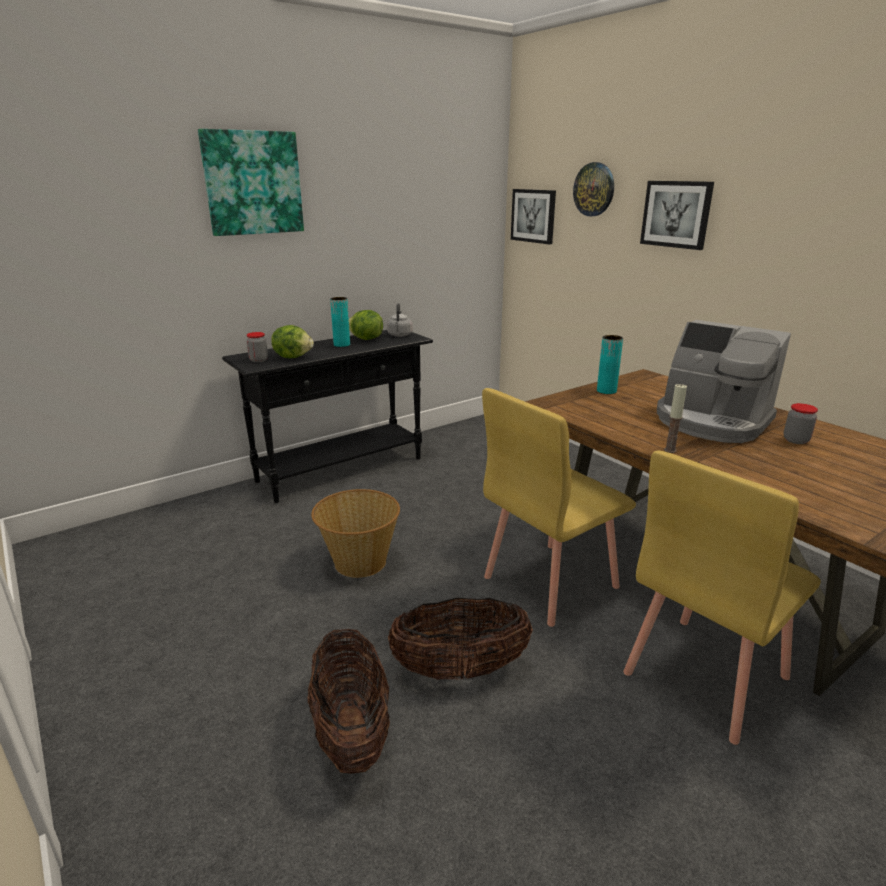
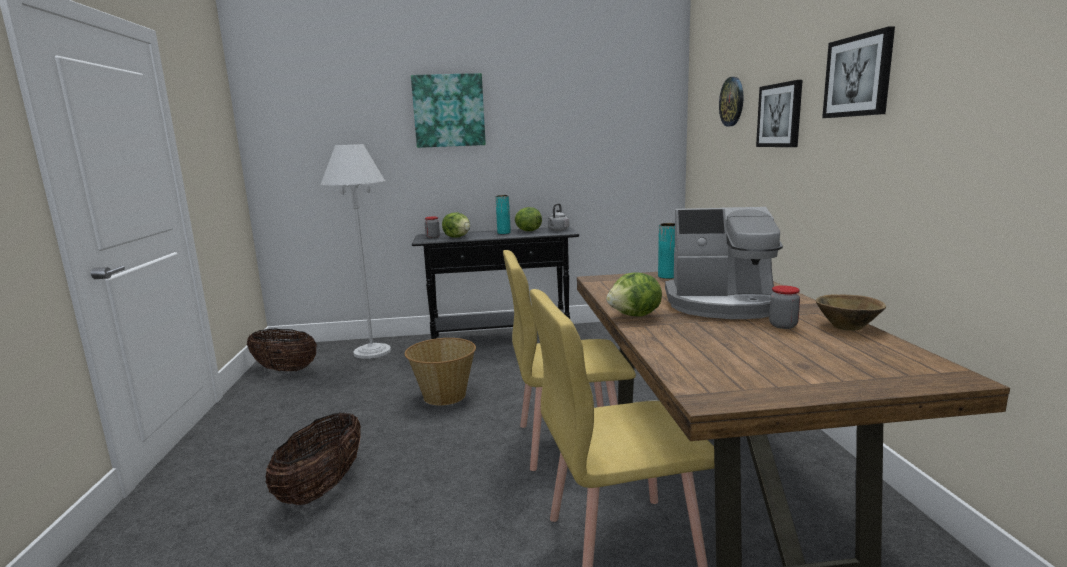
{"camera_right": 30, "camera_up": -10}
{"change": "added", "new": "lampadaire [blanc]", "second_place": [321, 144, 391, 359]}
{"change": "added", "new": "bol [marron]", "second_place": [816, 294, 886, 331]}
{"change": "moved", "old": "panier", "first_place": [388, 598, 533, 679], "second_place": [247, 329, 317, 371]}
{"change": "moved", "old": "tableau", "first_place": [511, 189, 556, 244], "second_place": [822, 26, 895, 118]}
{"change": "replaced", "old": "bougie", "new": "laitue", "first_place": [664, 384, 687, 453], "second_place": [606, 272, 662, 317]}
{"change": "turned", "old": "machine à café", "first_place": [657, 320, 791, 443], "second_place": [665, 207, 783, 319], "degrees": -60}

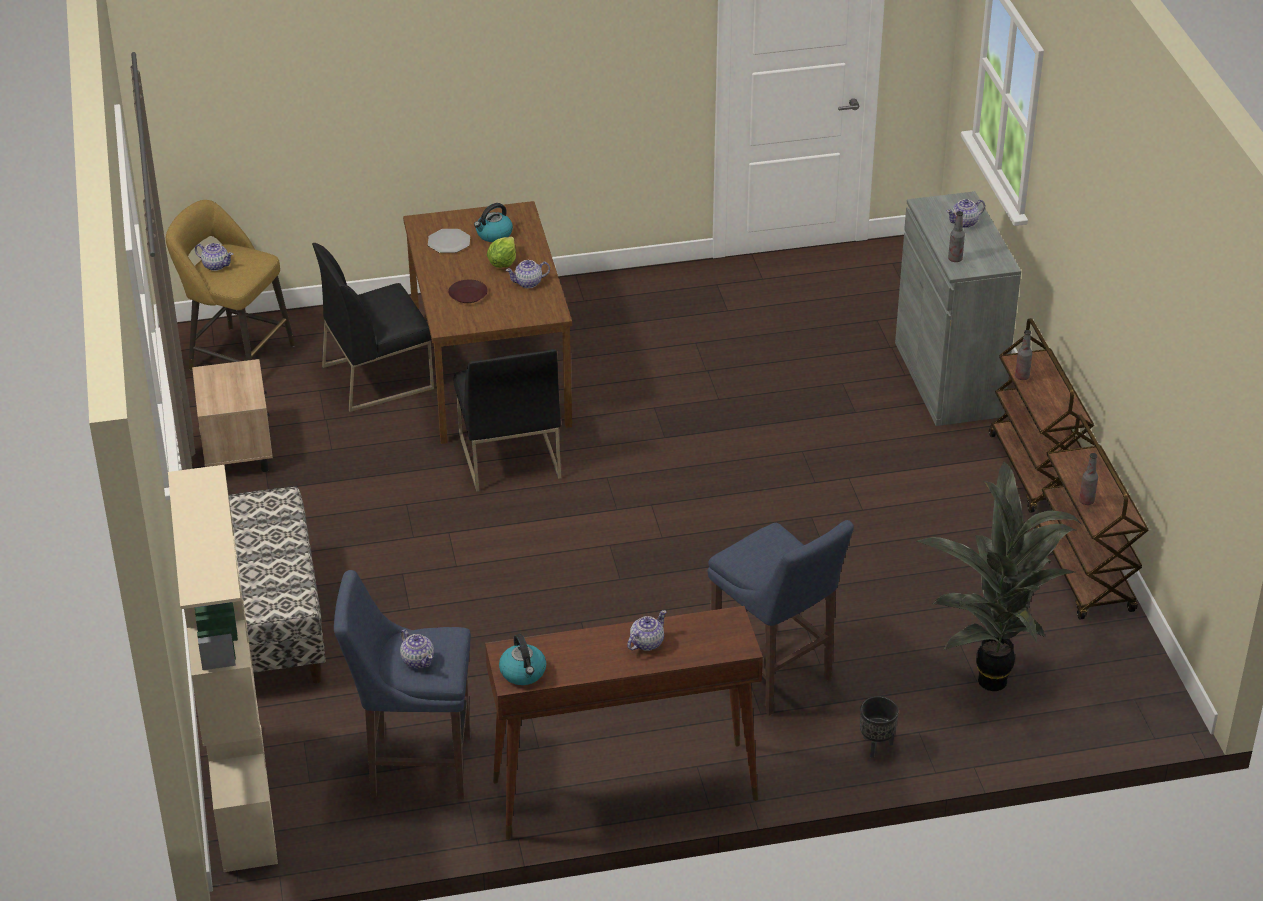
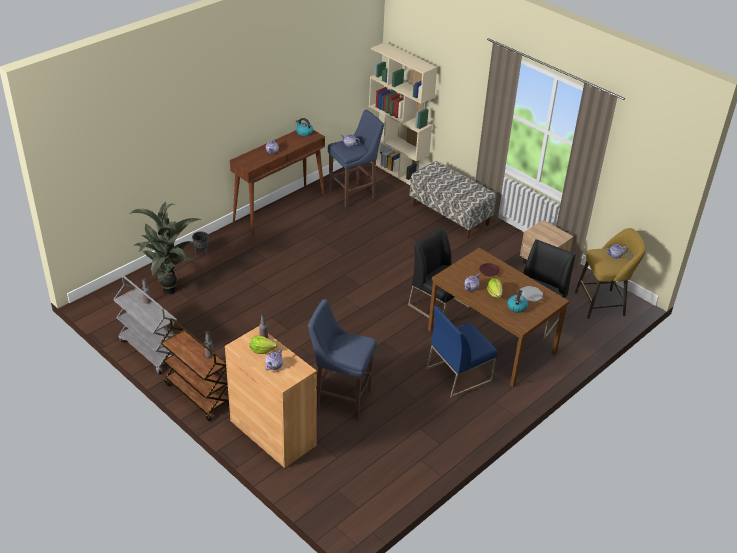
{"camera_right": 145, "camera_up": 0}
{"change": "added", "new": "laitue", "second_place": [250, 335, 277, 354]}
{"change": "added", "new": "chaise [bleu]", "second_place": [426, 306, 498, 398]}
{"change": "moved", "old": "tabouret [bleu]", "first_place": [708, 520, 854, 716], "second_place": [308, 299, 377, 419]}
{"change": "recoloured", "old": "meuble de rangement [gris]", "new": "meuble de rangement [marron]", "first_place": [895, 191, 1021, 426], "second_place": [225, 326, 317, 468]}
{"change": "recoloured", "old": "chariot [marron]", "new": "chariot [gris]", "first_place": [1034, 415, 1149, 620], "second_place": [113, 276, 177, 375]}

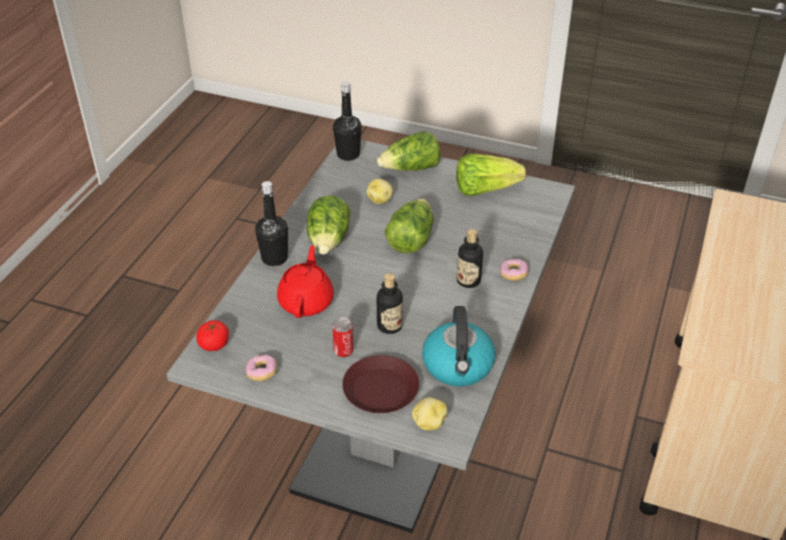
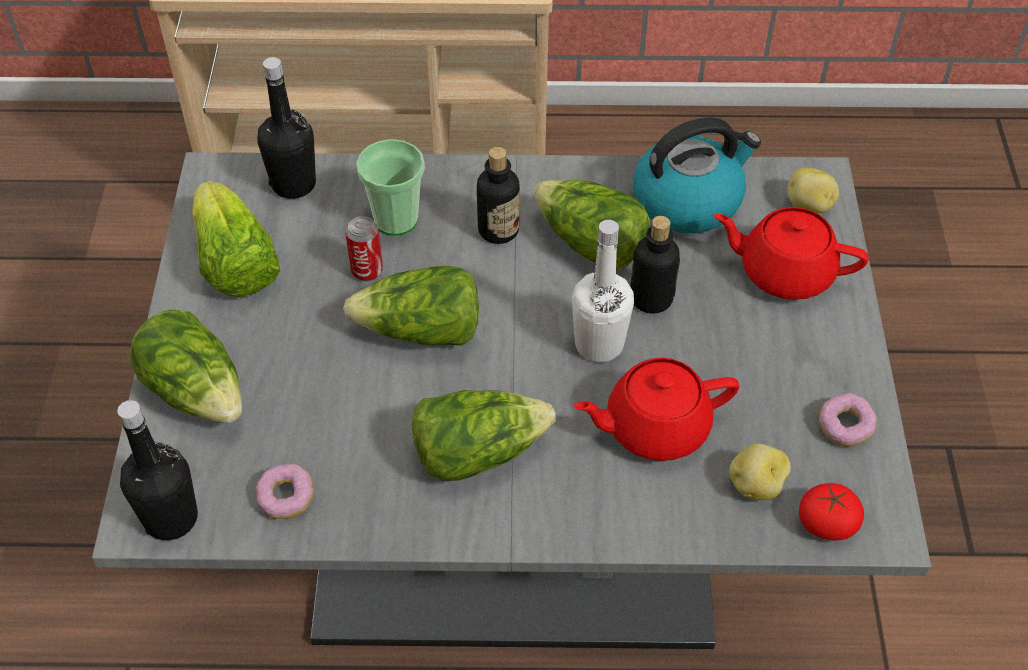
{"camera_right": -110, "camera_up": 10}
{"change": "added", "new": "tasse", "second_place": [356, 139, 425, 236]}
{"change": "added", "new": "laitue", "second_place": [533, 180, 651, 270]}
{"change": "added", "new": "bouteille [blanc]", "second_place": [572, 220, 634, 362]}
{"change": "moved", "old": "bouteille [noir]", "first_place": [255, 181, 288, 266], "second_place": [257, 57, 316, 199]}
{"change": "moved", "old": "boîte métallique", "first_place": [332, 317, 353, 358], "second_place": [345, 216, 383, 281]}
{"change": "moved", "old": "pomme de terre", "first_place": [366, 179, 393, 204], "second_place": [729, 444, 791, 500]}
{"change": "moved", "old": "beignet", "first_place": [500, 259, 528, 281], "second_place": [256, 464, 314, 519]}
{"change": "replaced", "old": "assiette [marron]", "new": "théière [rouge]", "first_place": [342, 355, 419, 413], "second_place": [713, 207, 869, 300]}

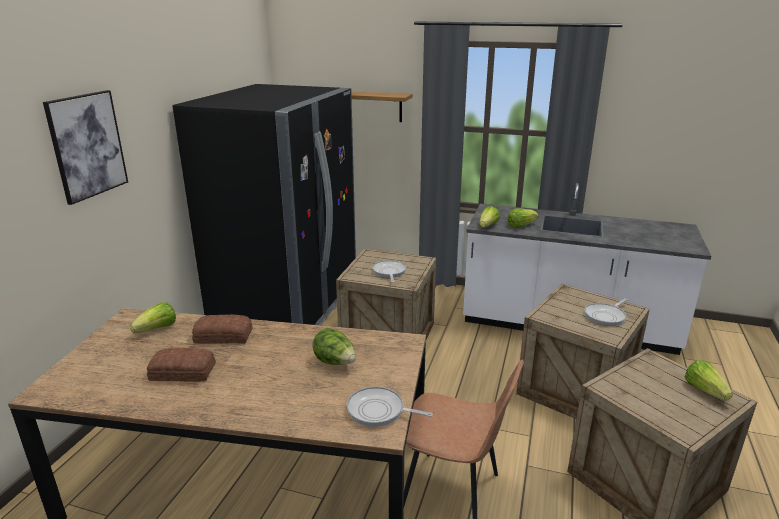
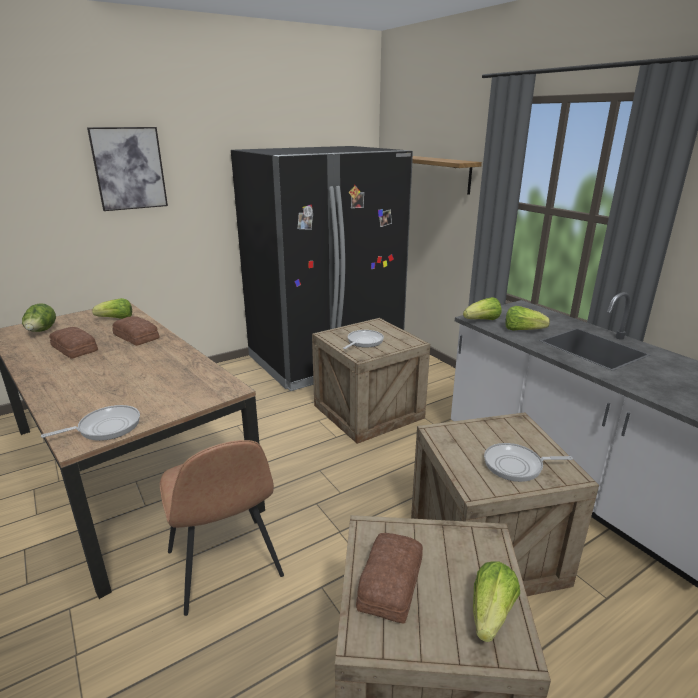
{"camera_right": 40, "camera_up": 0}
{"change": "added", "new": "pain", "second_place": [356, 533, 423, 623]}
{"change": "moved", "old": "laitue", "first_place": [313, 328, 356, 365], "second_place": [22, 303, 56, 332]}
{"change": "turned", "old": "poêle", "first_place": [347, 386, 433, 427], "second_place": [41, 405, 140, 441], "degrees": 90}

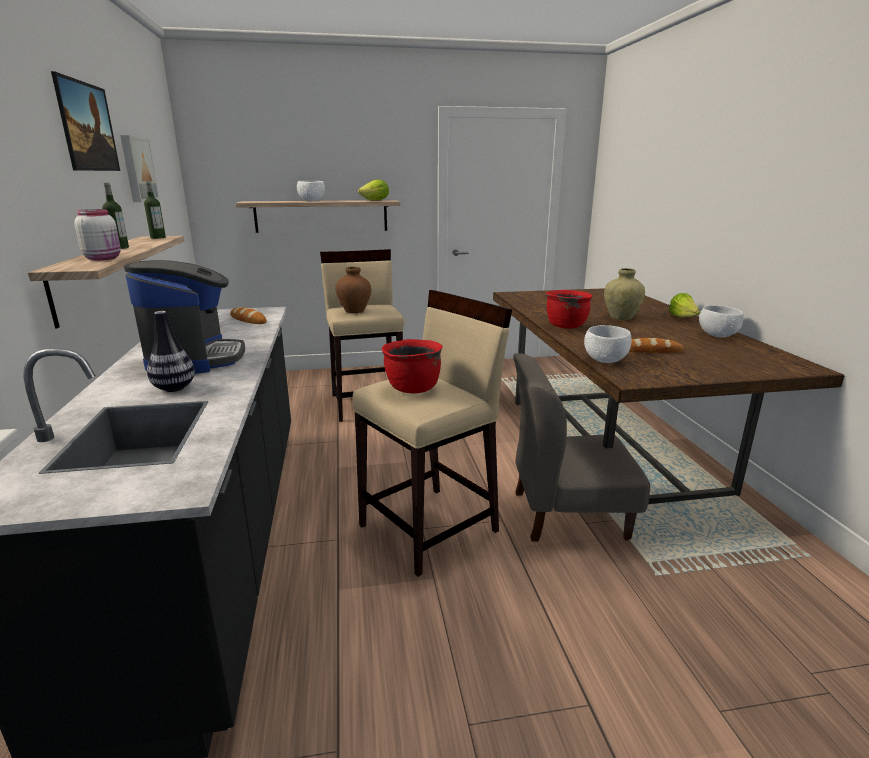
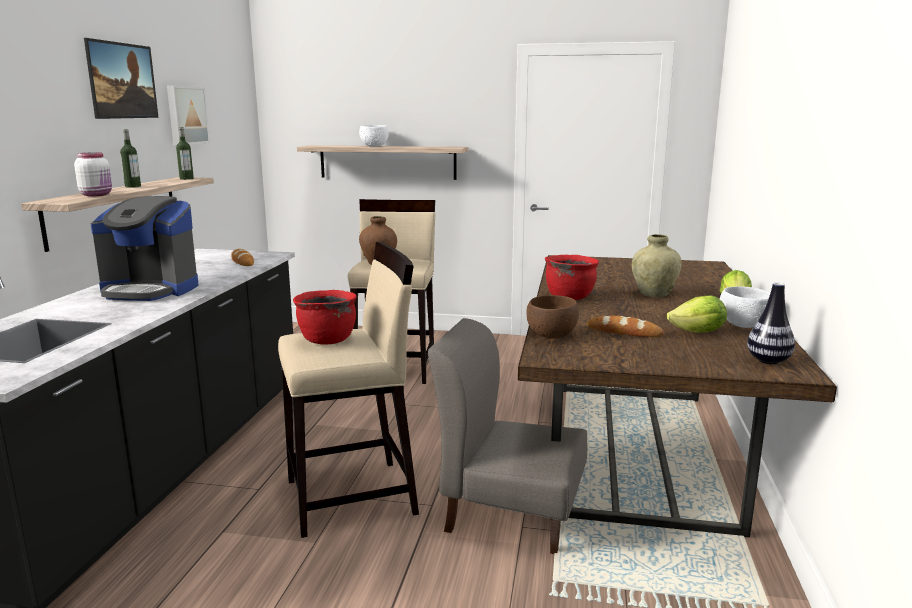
{"camera_right": 20, "camera_up": -5}
{"change": "moved", "old": "vase", "first_place": [147, 311, 195, 392], "second_place": [747, 283, 795, 364]}
{"change": "moved", "old": "laitue", "first_place": [358, 180, 389, 201], "second_place": [667, 295, 727, 333]}
{"change": "recoloured", "old": "bol [blanc]", "new": "bol [marron]", "first_place": [584, 325, 632, 363], "second_place": [526, 295, 579, 339]}
{"change": "turned", "old": "machine à café", "first_place": [124, 260, 245, 374], "second_place": [91, 196, 198, 301], "degrees": 90}

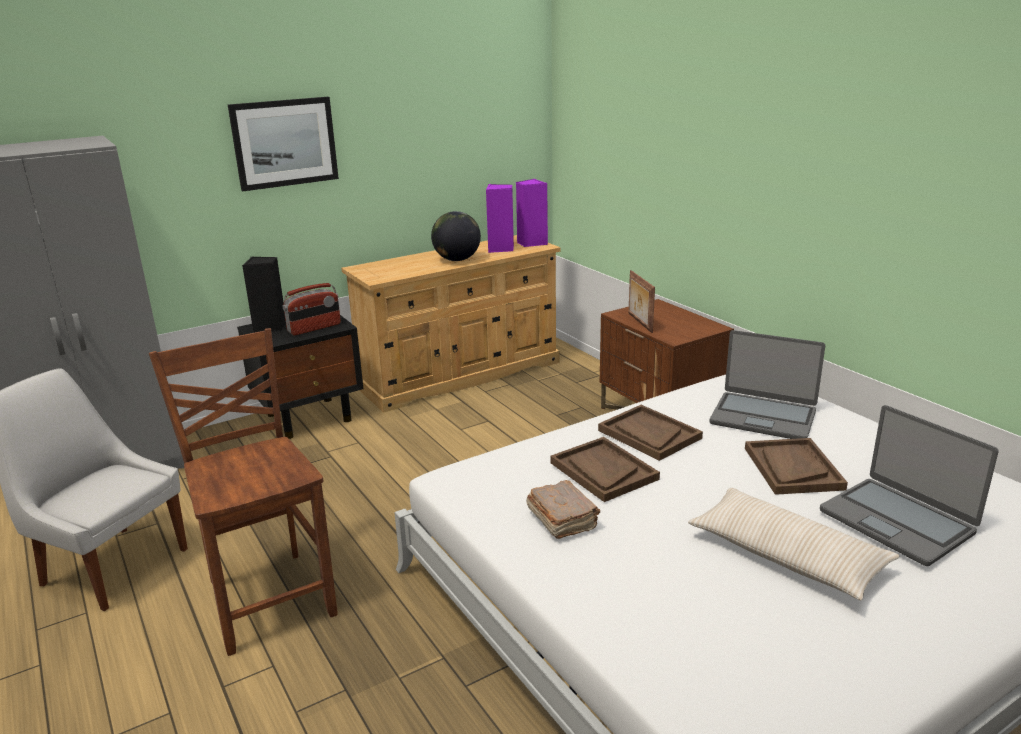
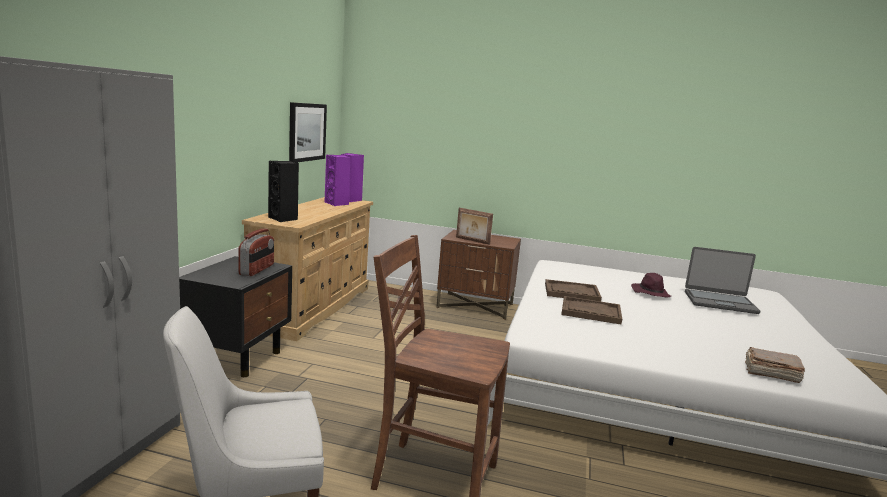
{"camera_right": -45, "camera_up": -10}
{"change": "removed", "old": "globe", "first_place": [431, 211, 481, 261]}
{"change": "removed", "old": "coussin [beige]", "first_place": [688, 488, 900, 600]}
{"change": "removed", "old": "ordinateur portable", "first_place": [709, 330, 825, 439]}
{"change": "moved", "old": "tableau", "first_place": [228, 97, 339, 191], "second_place": [289, 102, 327, 163]}
{"change": "moved", "old": "enceinte [noir]", "first_place": [242, 256, 286, 333], "second_place": [268, 161, 299, 222]}
{"change": "moved", "old": "livre [marron]", "first_place": [526, 480, 600, 539], "second_place": [745, 347, 805, 383]}
{"change": "replaced", "old": "plateau [marron]", "new": "chapeau [violet]", "first_place": [745, 438, 848, 495], "second_place": [631, 273, 671, 298]}

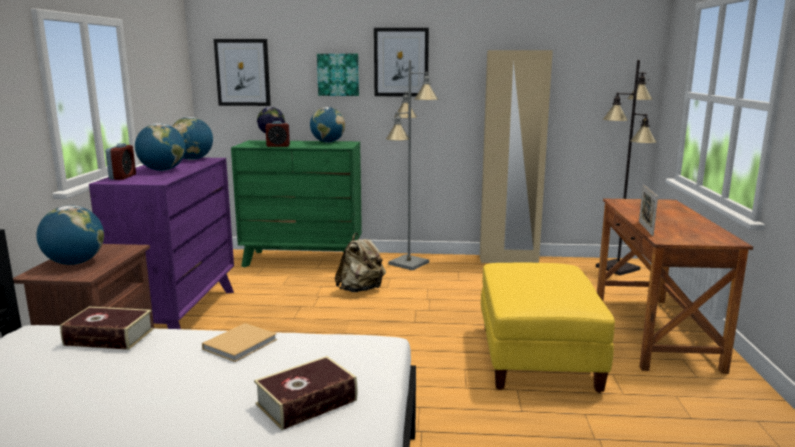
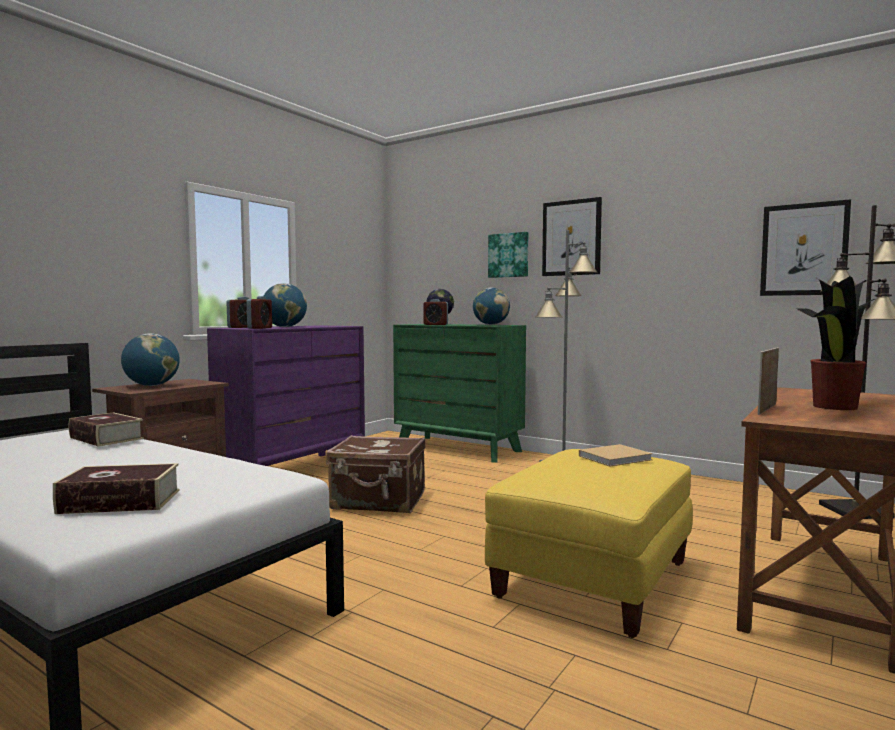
{"camera_right": 30, "camera_up": -10}
{"change": "removed", "old": "globe", "first_place": [172, 117, 213, 160]}
{"change": "removed", "old": "sac à dos [beige]", "first_place": [335, 233, 386, 292]}
{"change": "removed", "old": "armoire [beige]", "first_place": [480, 50, 553, 263]}
{"change": "added", "new": "réveil", "second_place": [246, 296, 272, 329]}
{"change": "added", "new": "valise [marron]", "second_place": [326, 435, 425, 513]}
{"change": "added", "new": "plante en pot", "second_place": [797, 276, 875, 410]}
{"change": "moved", "old": "livre [beige]", "first_place": [202, 323, 277, 362], "second_place": [579, 444, 653, 467]}
{"change": "moved", "old": "tableau", "first_place": [214, 39, 271, 106], "second_place": [760, 199, 851, 296]}

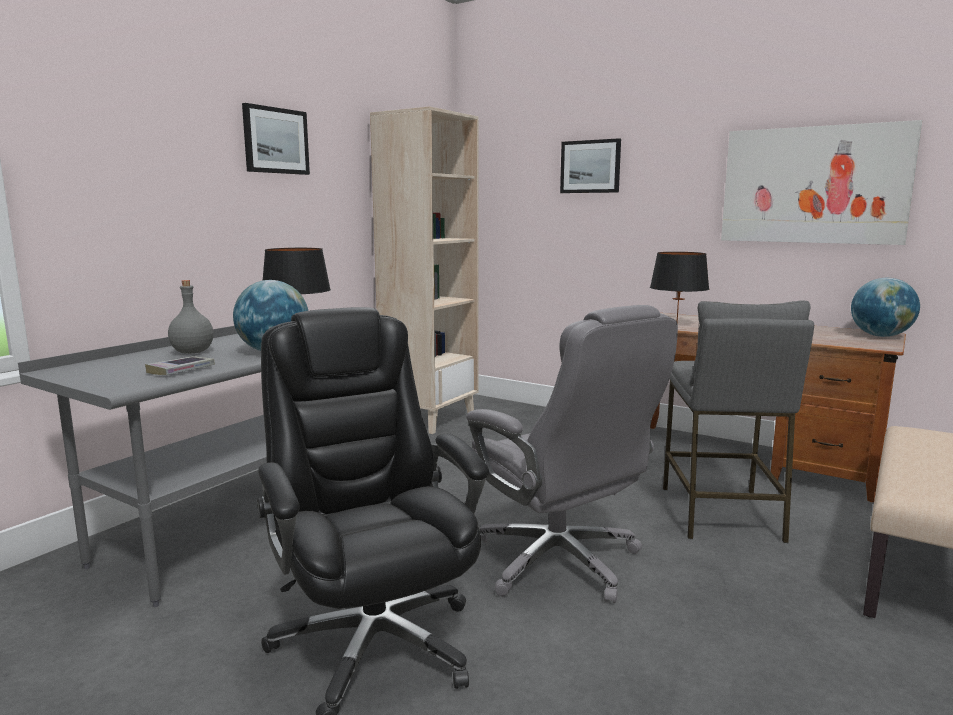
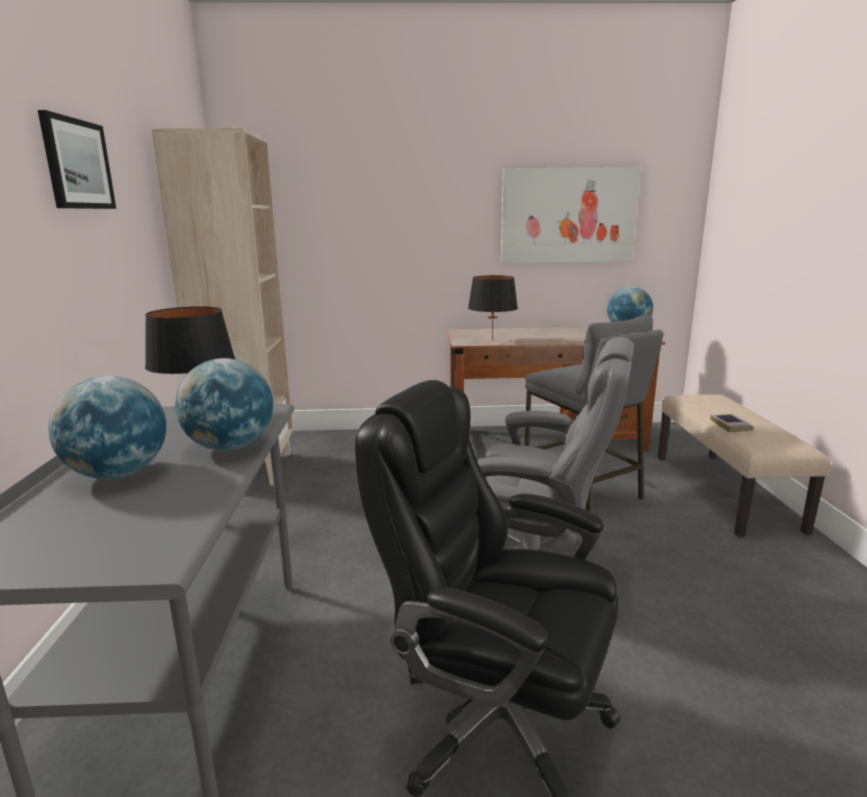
{"camera_right": -35, "camera_up": 5}
{"change": "removed", "old": "tableau", "first_place": [560, 138, 621, 193]}
{"change": "moved", "old": "livre", "first_place": [145, 356, 215, 375], "second_place": [710, 414, 754, 432]}
{"change": "replaced", "old": "bouteille [gris]", "new": "globe", "first_place": [168, 280, 214, 354], "second_place": [48, 376, 166, 479]}

